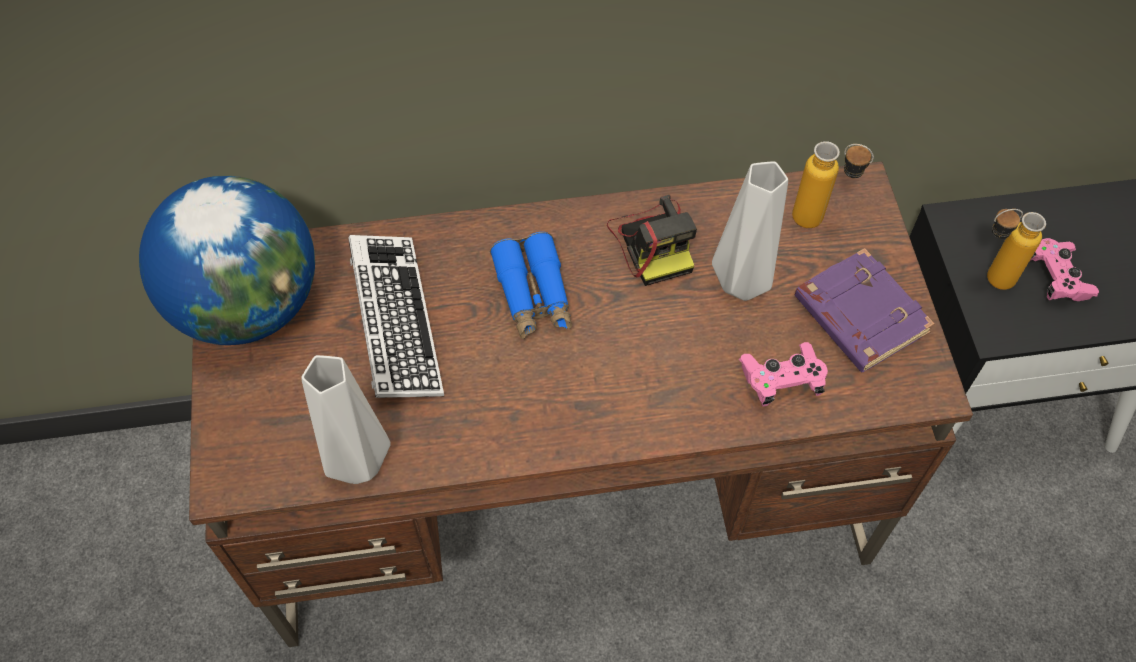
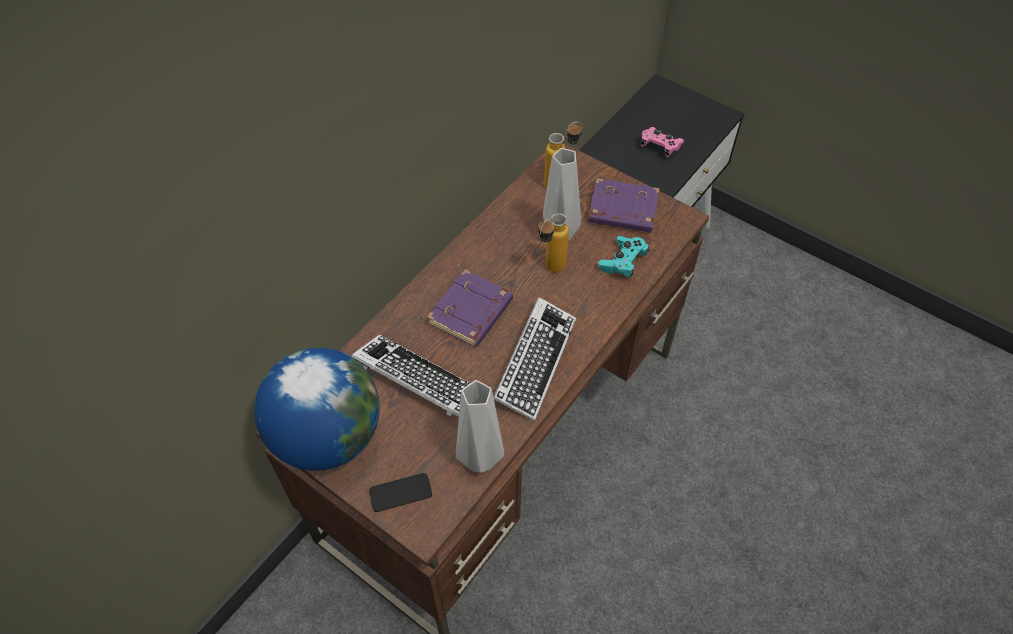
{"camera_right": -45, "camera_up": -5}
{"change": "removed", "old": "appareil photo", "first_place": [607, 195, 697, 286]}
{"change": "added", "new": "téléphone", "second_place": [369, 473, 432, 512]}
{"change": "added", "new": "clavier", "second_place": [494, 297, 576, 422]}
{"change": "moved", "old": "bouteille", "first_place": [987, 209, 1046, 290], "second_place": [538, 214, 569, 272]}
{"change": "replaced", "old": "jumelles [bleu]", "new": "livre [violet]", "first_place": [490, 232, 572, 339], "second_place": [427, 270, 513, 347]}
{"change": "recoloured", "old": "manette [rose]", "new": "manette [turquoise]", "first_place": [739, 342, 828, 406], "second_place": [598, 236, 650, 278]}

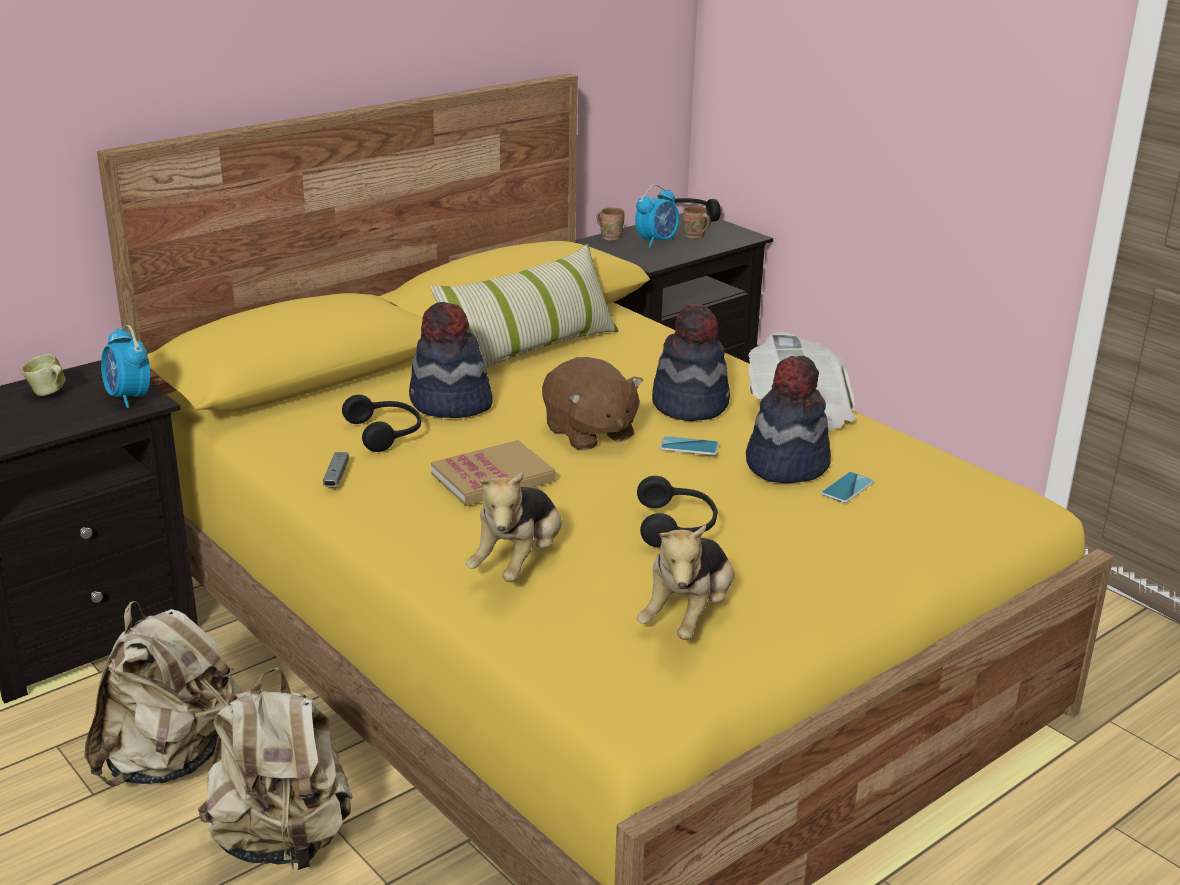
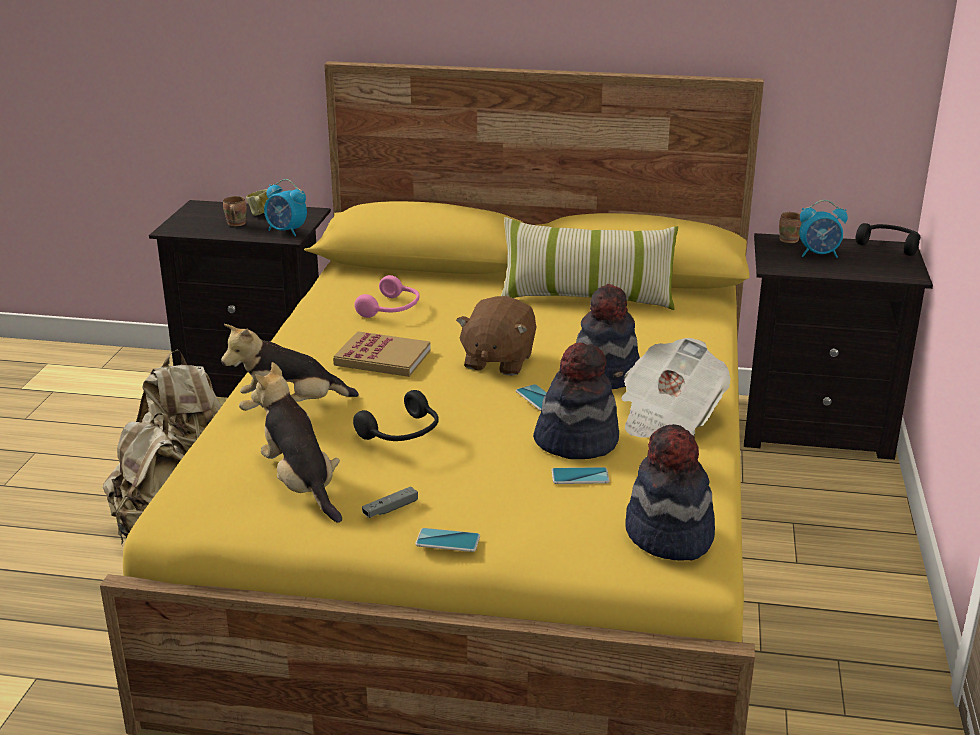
{"camera_right": 50, "camera_up": 0}
{"change": "added", "new": "téléphone", "second_place": [415, 528, 480, 552]}
{"change": "moved", "old": "manette [gris]", "first_place": [323, 452, 349, 487], "second_place": [362, 487, 418, 518]}
{"change": "moved", "old": "chapeau", "first_place": [409, 302, 492, 418], "second_place": [626, 424, 715, 561]}
{"change": "moved", "old": "mug [marron]", "first_place": [683, 206, 711, 239], "second_place": [223, 196, 247, 226]}
{"change": "recoloured", "old": "casque audio [noir]", "new": "casque audio [rose]", "first_place": [342, 395, 421, 452], "second_place": [354, 275, 419, 318]}
{"change": "turned", "old": "réveil", "first_place": [101, 325, 150, 408], "second_place": [264, 179, 307, 236], "degrees": -75}
{"change": "turned", "old": "peluche", "first_place": [637, 525, 734, 640], "second_place": [251, 362, 342, 523], "degrees": 75}

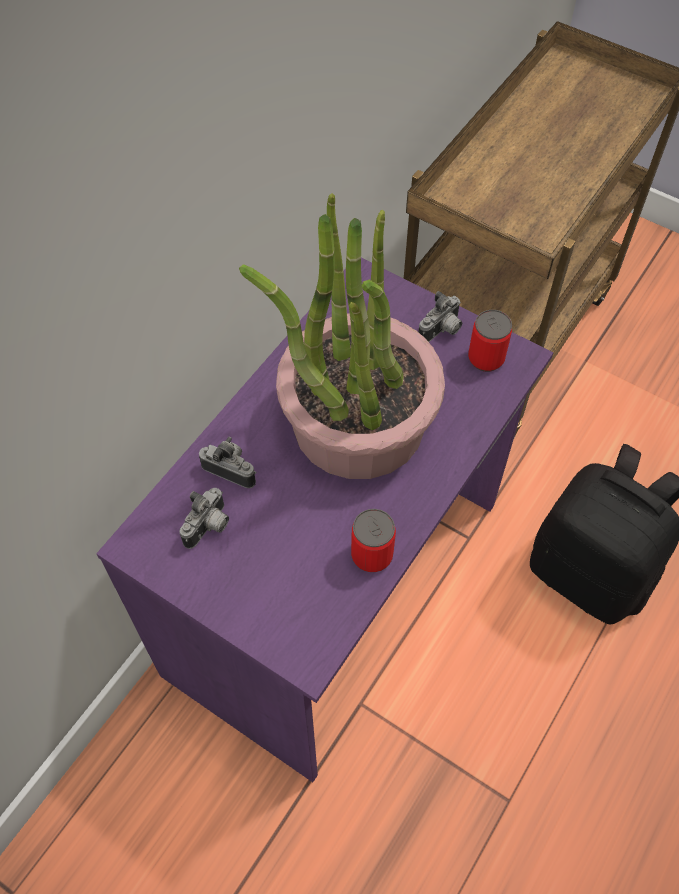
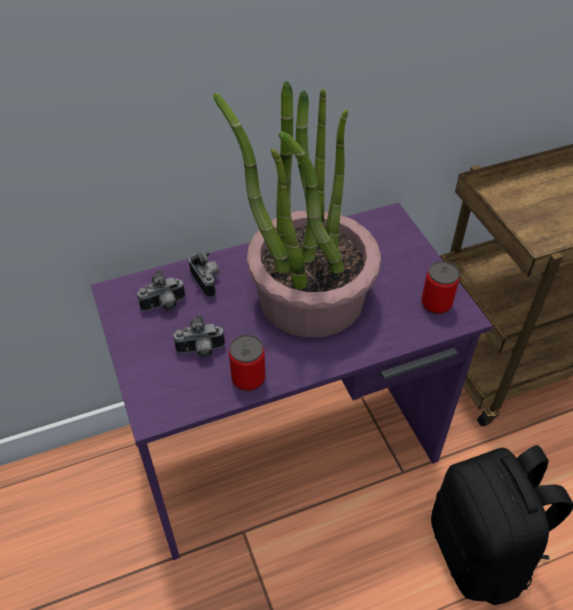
{"camera_right": 35, "camera_up": -10}
{"change": "moved", "old": "appareil photo", "first_place": [418, 291, 462, 342], "second_place": [173, 314, 225, 358]}

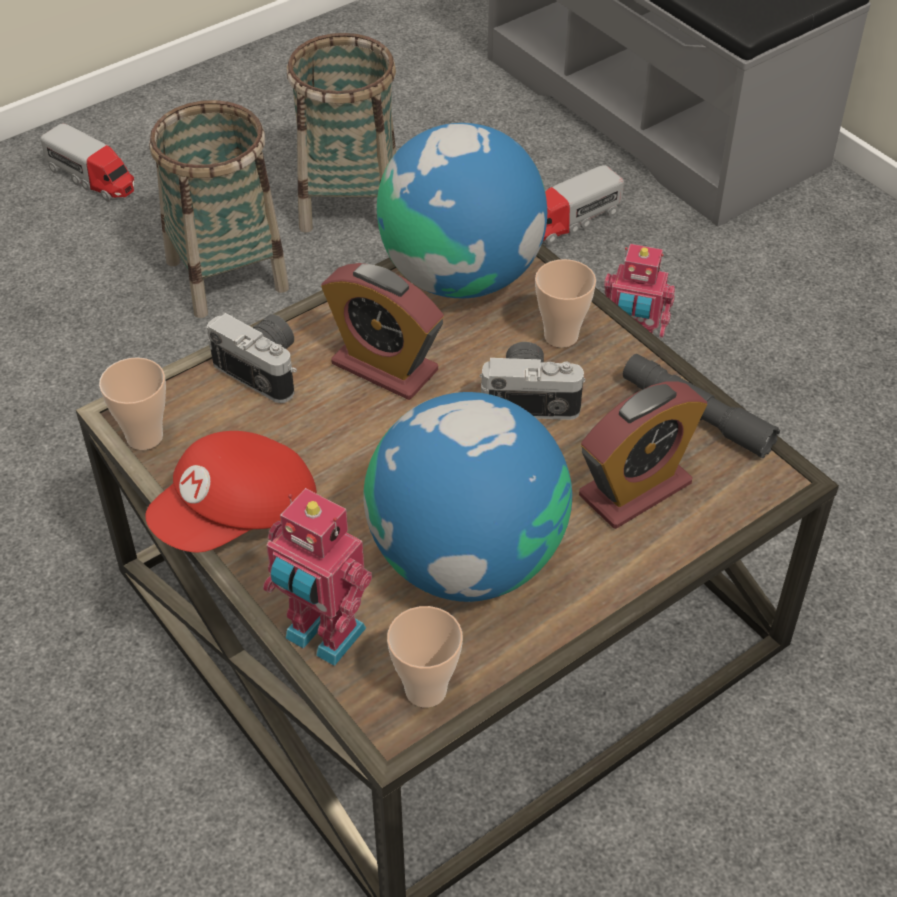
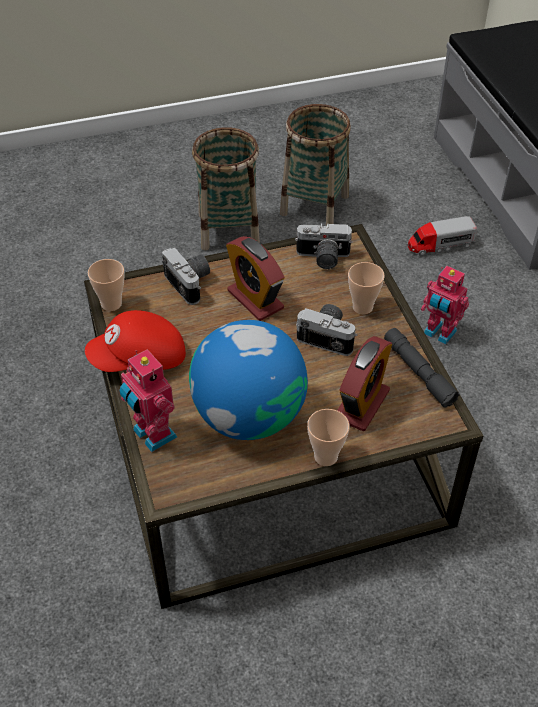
{"camera_right": 20, "camera_up": 0}
{"change": "removed", "old": "camion jouet", "first_place": [40, 123, 134, 201]}
{"change": "moved", "old": "tasse", "first_place": [387, 606, 463, 708], "second_place": [307, 409, 349, 466]}
{"change": "replaced", "old": "globe", "new": "appareil photo", "first_place": [377, 123, 547, 298], "second_place": [295, 223, 352, 269]}
{"change": "turned", "old": "réveil", "first_place": [579, 381, 707, 529], "second_place": [337, 336, 392, 431], "degrees": -45}

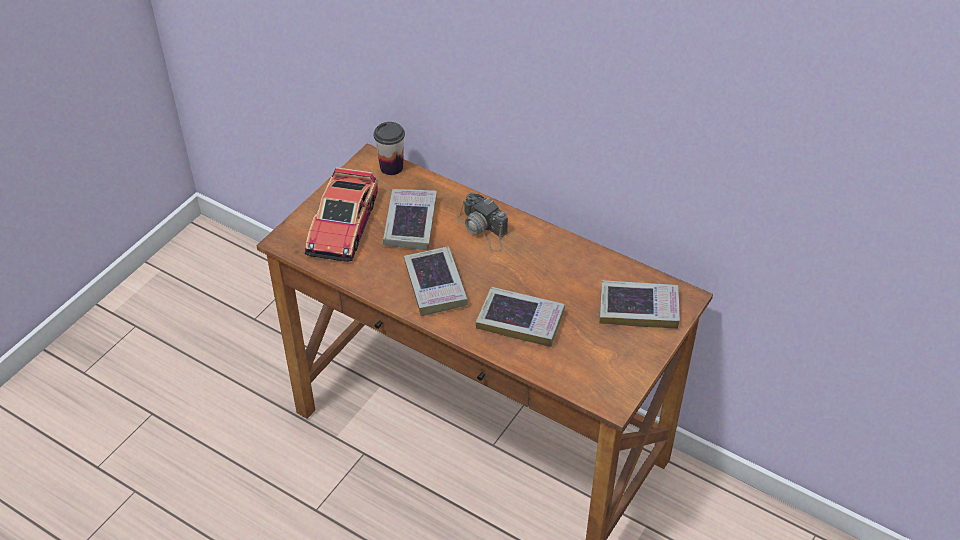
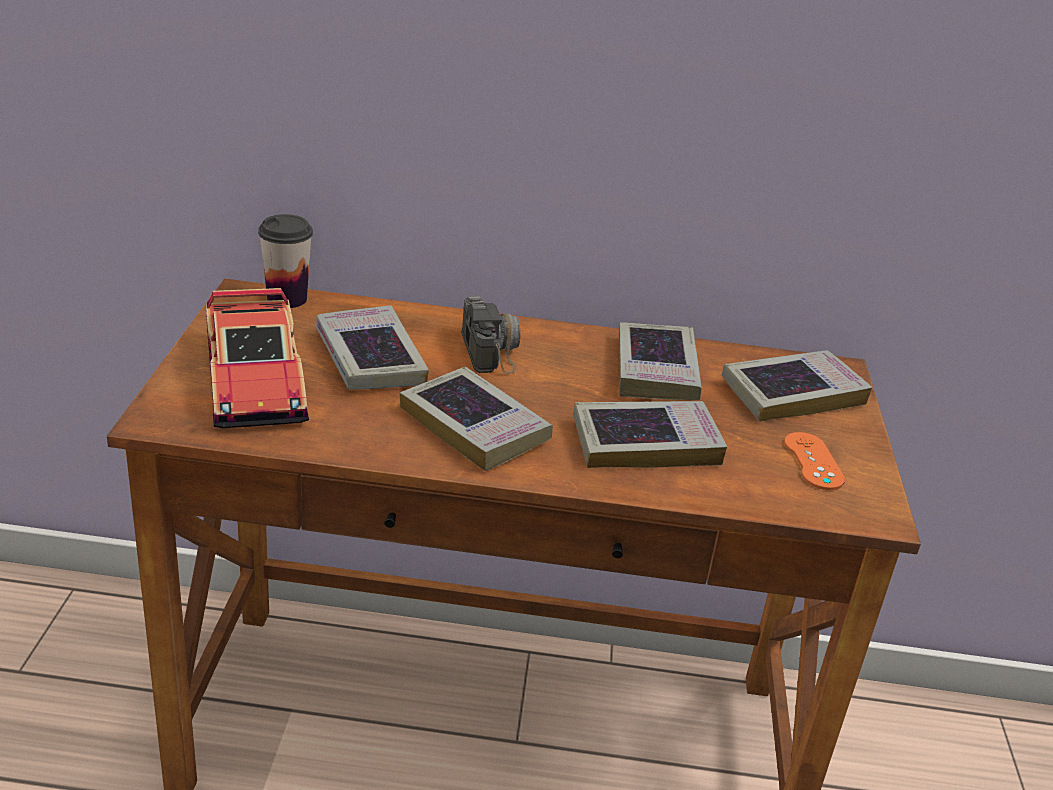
{"camera_right": -30, "camera_up": -15}
{"change": "added", "new": "livre", "second_place": [619, 322, 702, 400]}
{"change": "added", "new": "manette [orange]", "second_place": [784, 432, 845, 490]}
{"change": "turned", "old": "appareil photo", "first_place": [456, 192, 508, 252], "second_place": [461, 295, 520, 374], "degrees": -120}

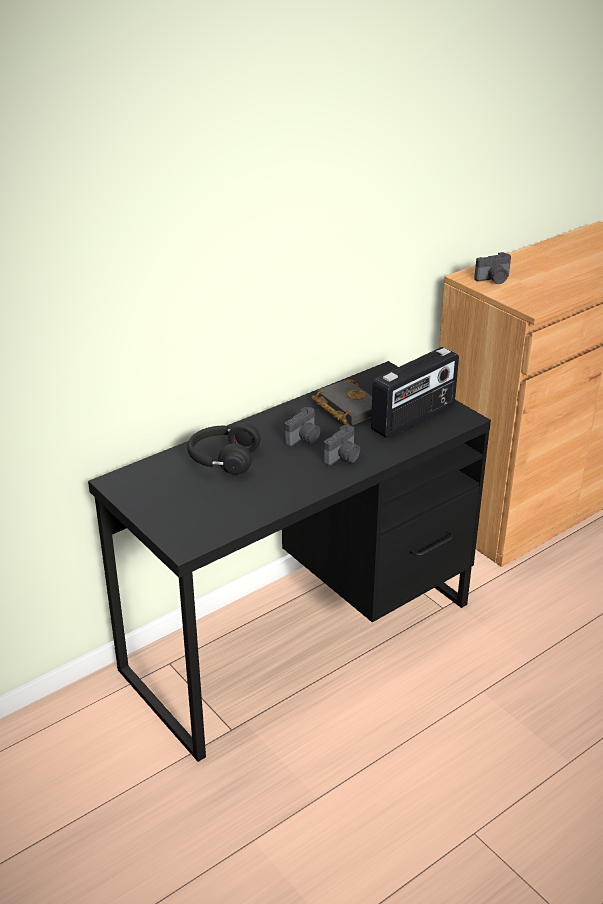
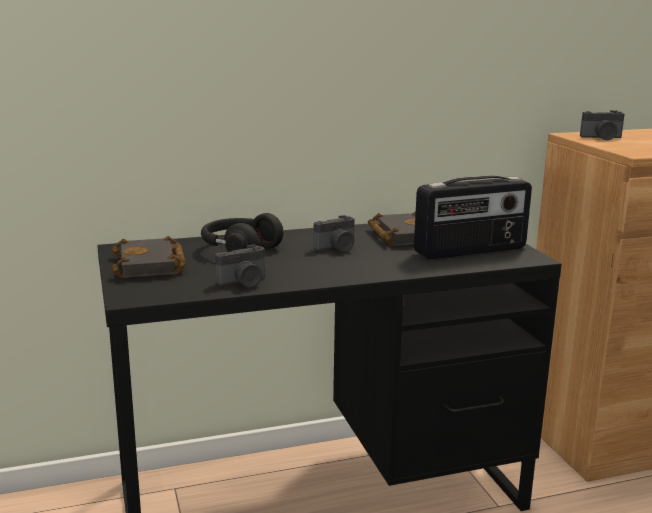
{"camera_right": 20, "camera_up": -15}
{"change": "added", "new": "livre [noir]", "second_place": [112, 236, 186, 278]}
{"change": "moved", "old": "appareil photo", "first_place": [324, 425, 360, 466], "second_place": [215, 244, 265, 288]}

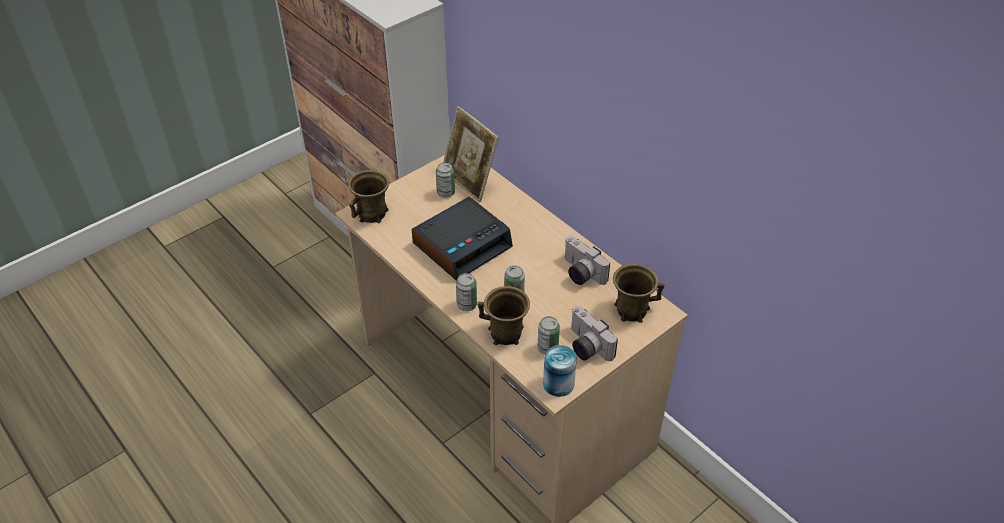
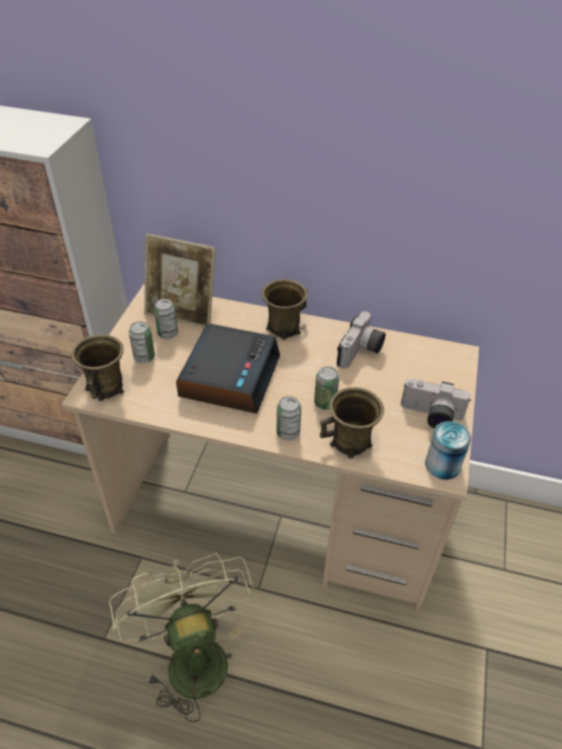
{"camera_right": -35, "camera_up": 0}
{"change": "added", "new": "ventilateur [vert]", "second_place": [109, 552, 255, 723]}
{"change": "moved", "old": "boîte métallique", "first_place": [538, 316, 560, 355], "second_place": [129, 321, 155, 363]}
{"change": "moved", "old": "mug [marron]", "first_place": [613, 264, 665, 323], "second_place": [262, 279, 308, 340]}
{"change": "turned", "old": "appareil photo", "first_place": [565, 236, 610, 285], "second_place": [337, 311, 385, 369], "degrees": -75}

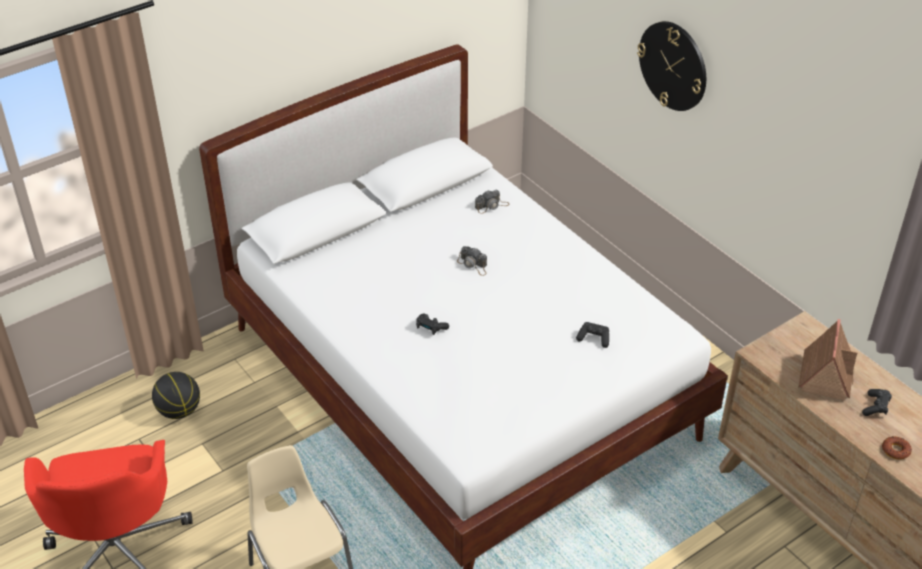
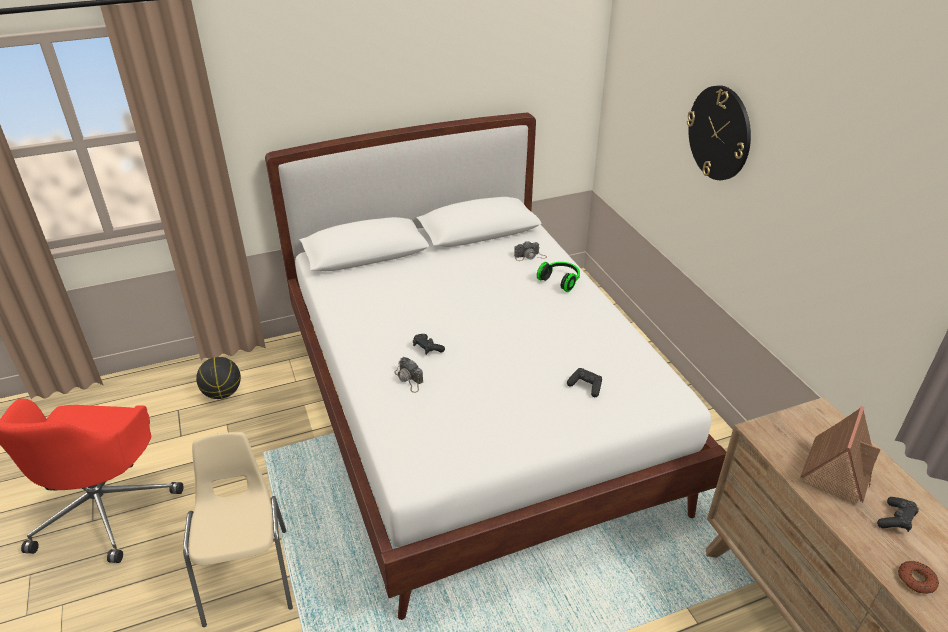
{"camera_right": 15, "camera_up": -5}
{"change": "added", "new": "casque audio", "second_place": [537, 262, 580, 292]}
{"change": "moved", "old": "appareil photo", "first_place": [457, 246, 487, 276], "second_place": [394, 357, 423, 393]}

